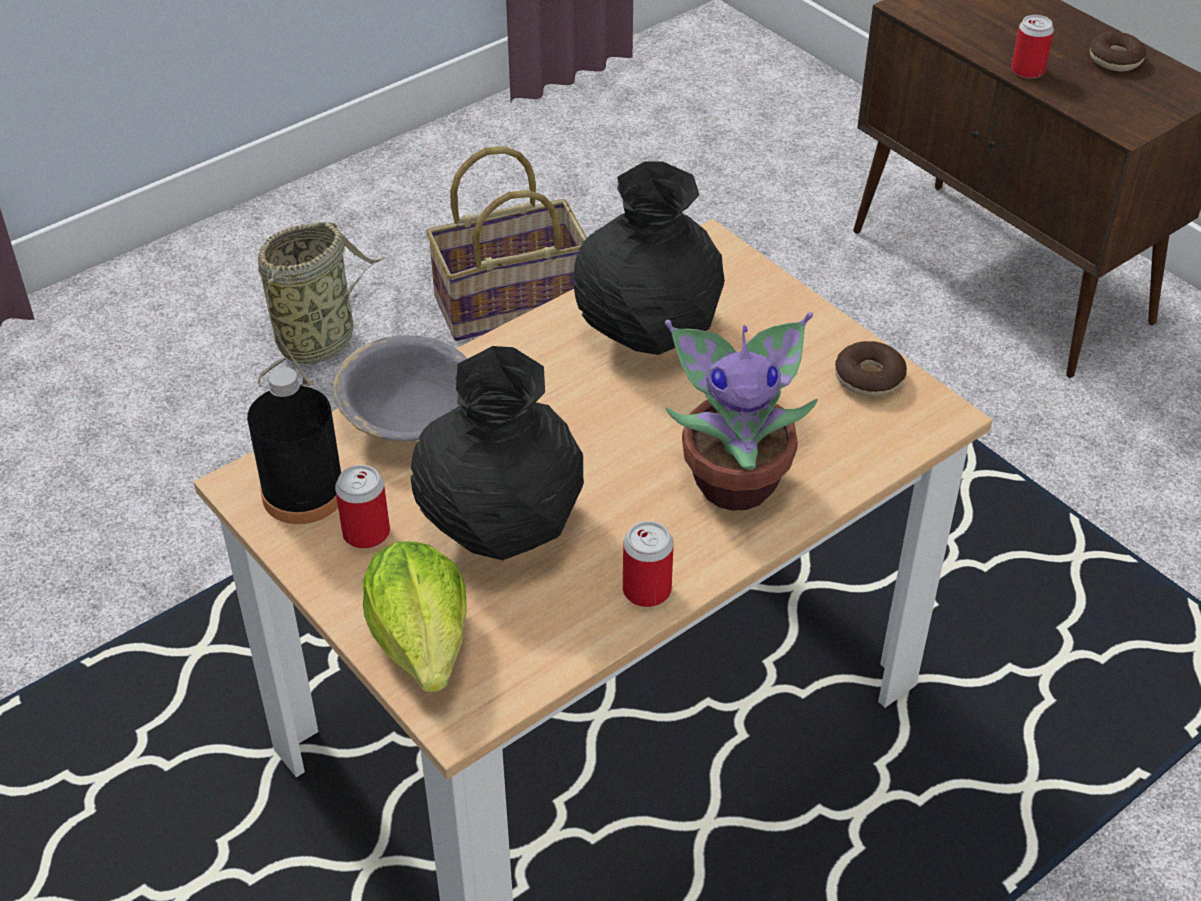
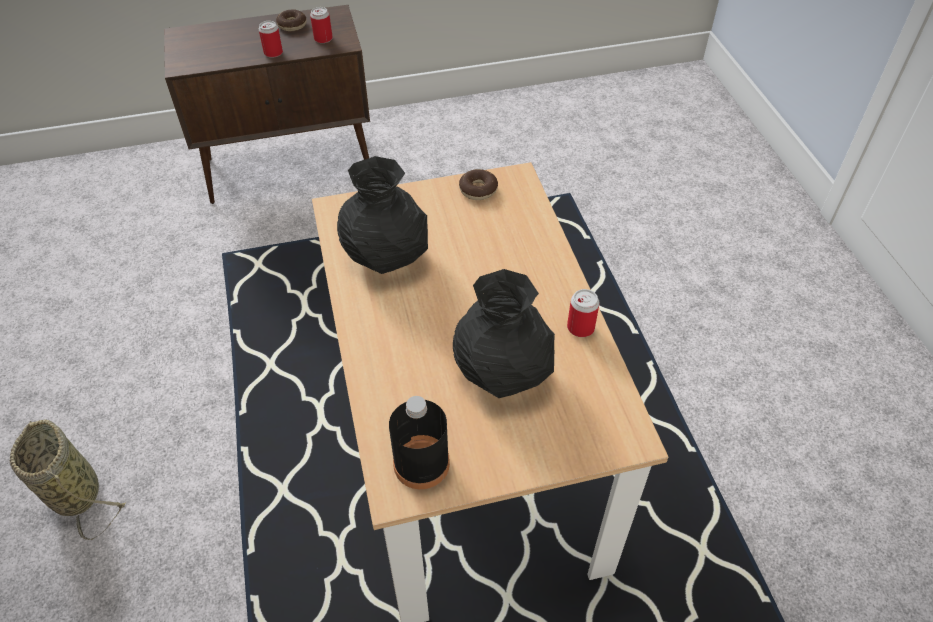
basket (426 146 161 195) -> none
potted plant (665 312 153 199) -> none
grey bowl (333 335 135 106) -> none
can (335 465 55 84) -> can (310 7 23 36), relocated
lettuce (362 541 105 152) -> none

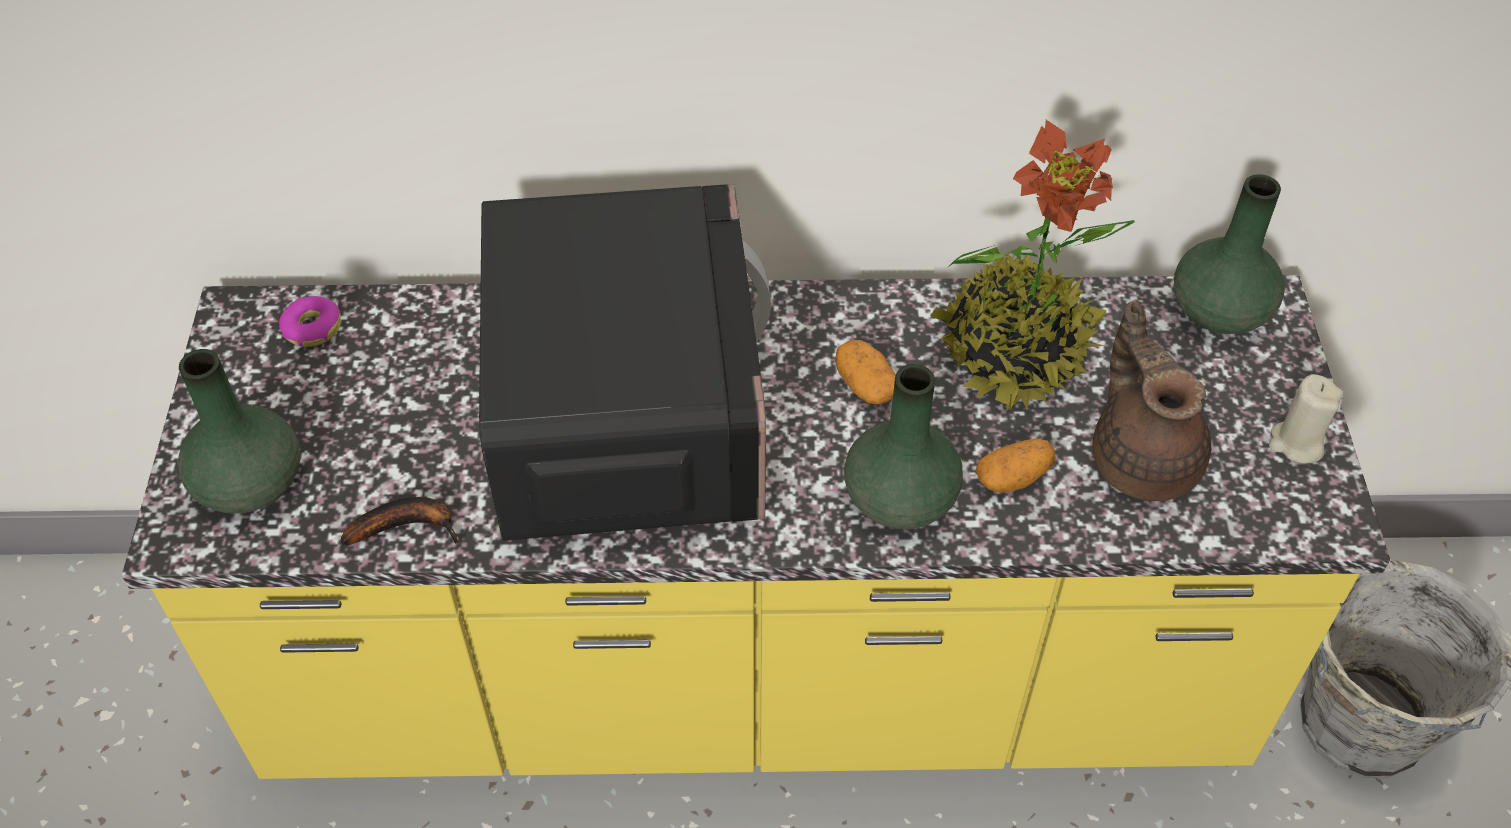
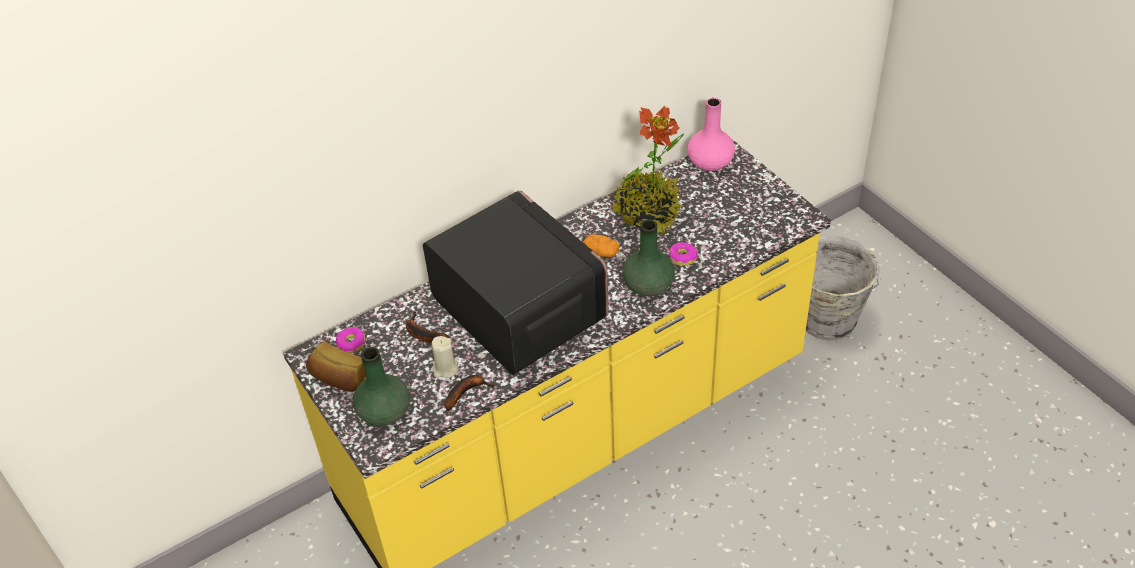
green vase (1174 174 111 160) -> pink vase (687 98 48 73)
brown teapot (1092 301 119 200) -> none
beige candle (1269 374 74 90) -> beige candle (432 336 27 42), relocated
potato (976 438 79 55) -> donut (669 242 29 24)
none -> banana (406 312 43 31)
none -> bread (306 342 60 50)

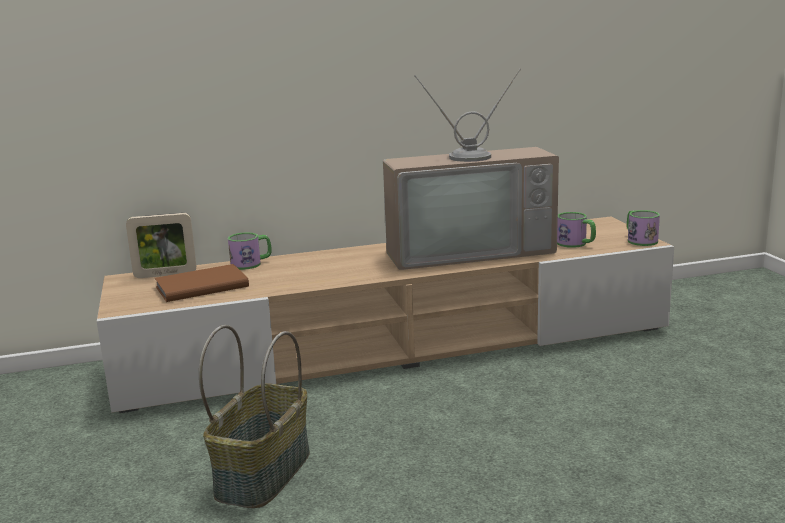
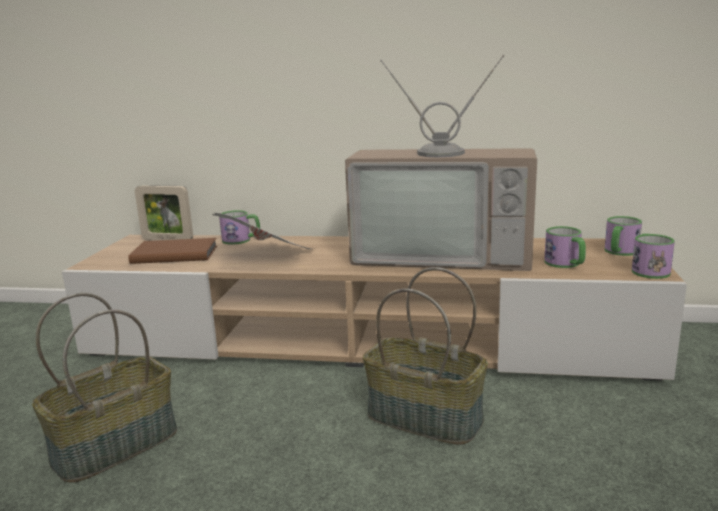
none -> newspaper (212 213 99 36)
none -> mug (605 216 37 40)
none -> basket (363 267 125 178)

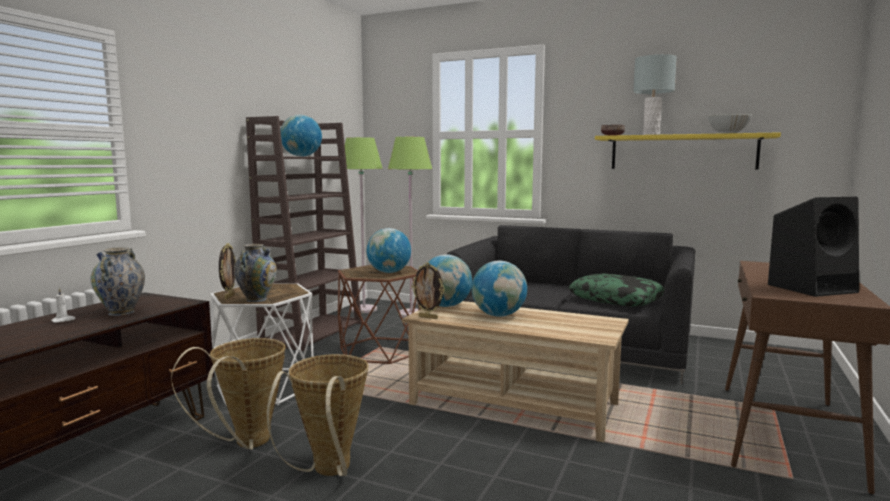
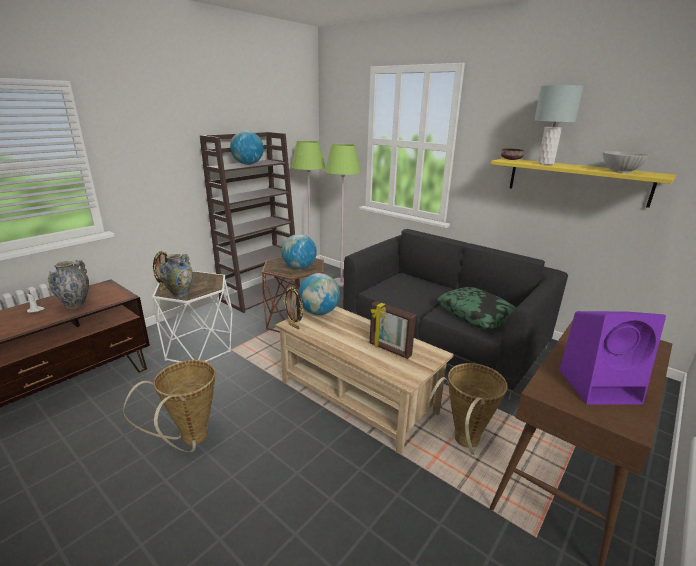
black speaker (768 197 91 100) -> purple speaker (559 311 107 94)
globe (472 261 55 56) -> none
basket (171 338 114 111) -> basket (426 363 82 92), relocated
none -> picture frame (370 301 46 58)

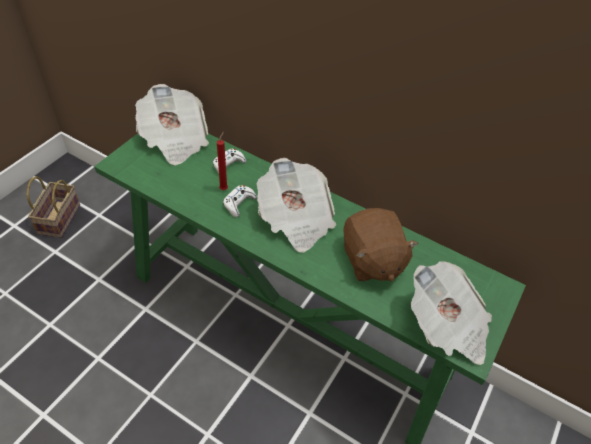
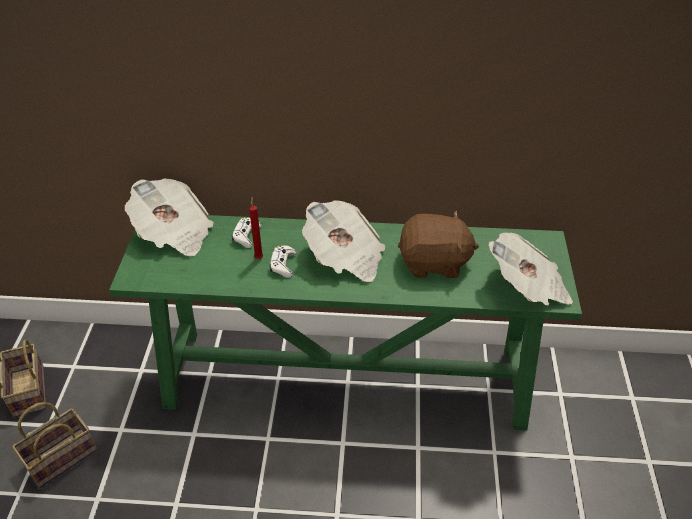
brown plush toy (343 208 75 74) -> brown plush toy (398 210 81 68), 45 degrees counterclockwise
none -> basket (12 402 85 86)

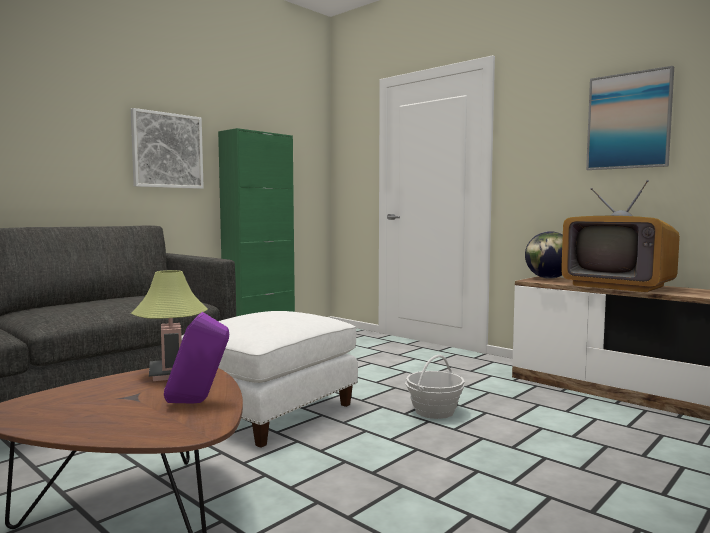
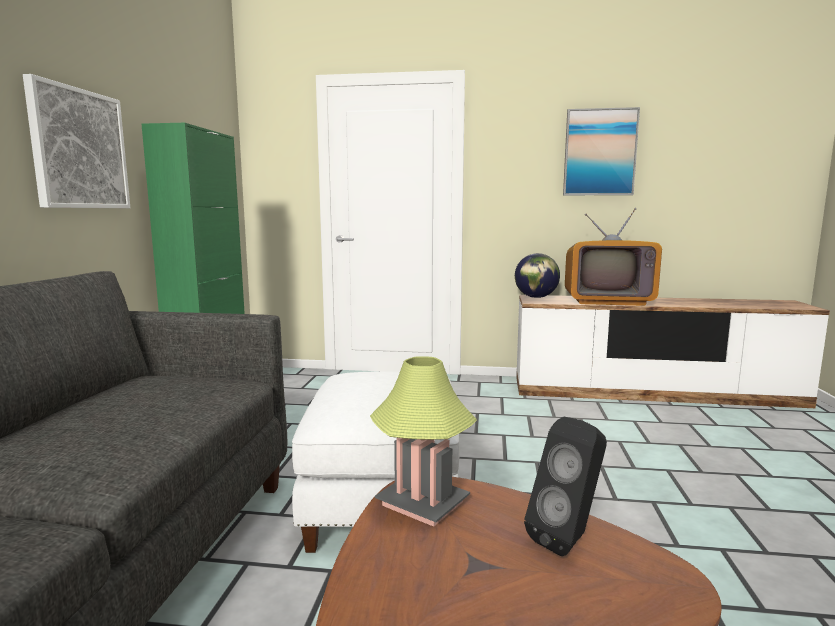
purple speaker (164 312 65 92) -> black speaker (524 417 83 139)
basket (405 355 60 64) -> none

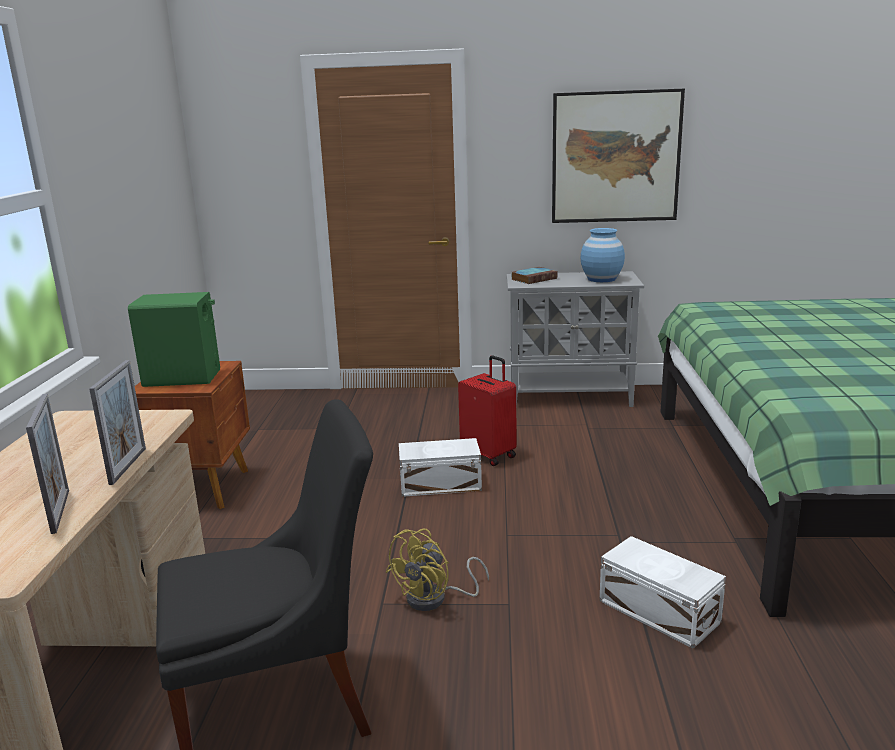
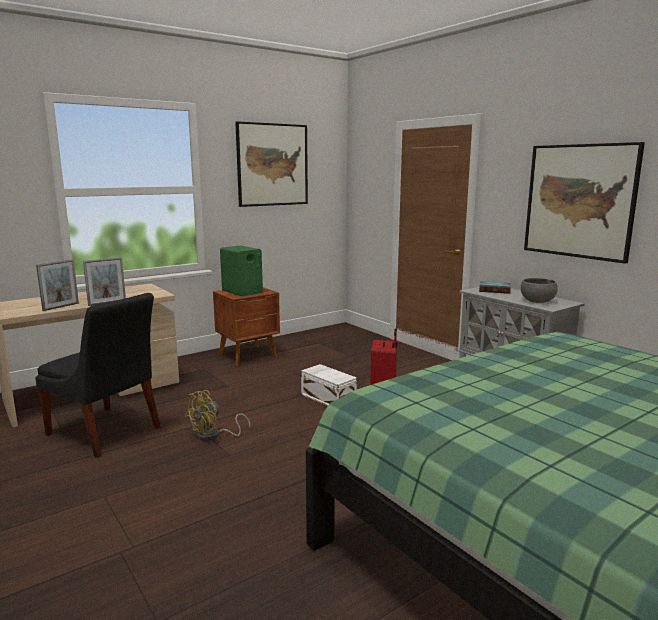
blue vase (581 228 44 54) -> grey bowl (521 278 37 25)
yellow fan (386 529 103 82) -> yellow fan (185 390 66 51), 45 degrees counterclockwise
white storage box (599 536 127 113) -> none
none -> picture (235 121 73 86)

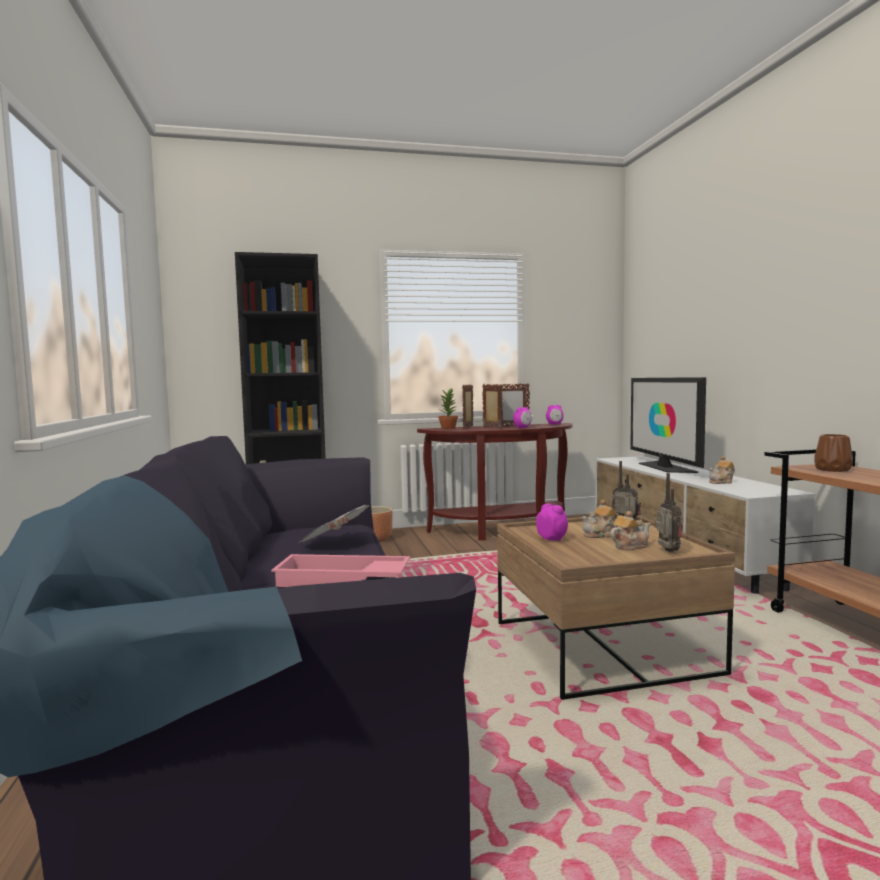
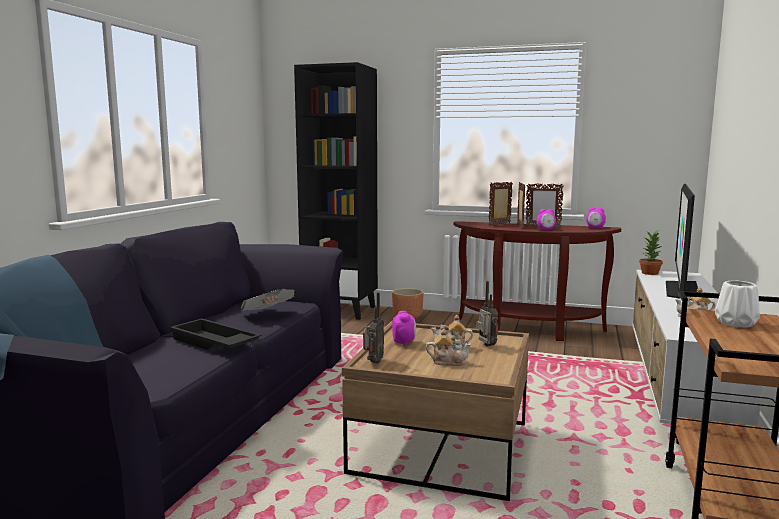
potted plant (438 387 20 42) -> potted plant (639 229 24 46), relocated
brown vase (814 434 39 38) -> white vase (715 280 45 48)
radio (655 473 28 79) -> radio (363 292 21 71), relocated
pink tray (271 554 139 33) -> black tray (170 319 92 31)

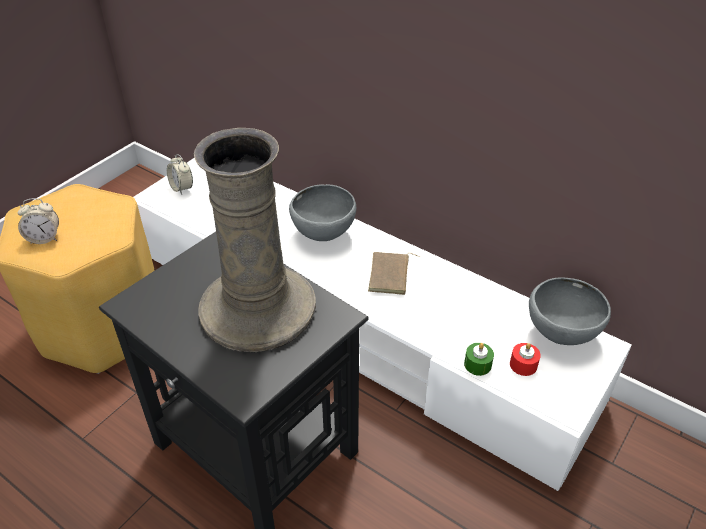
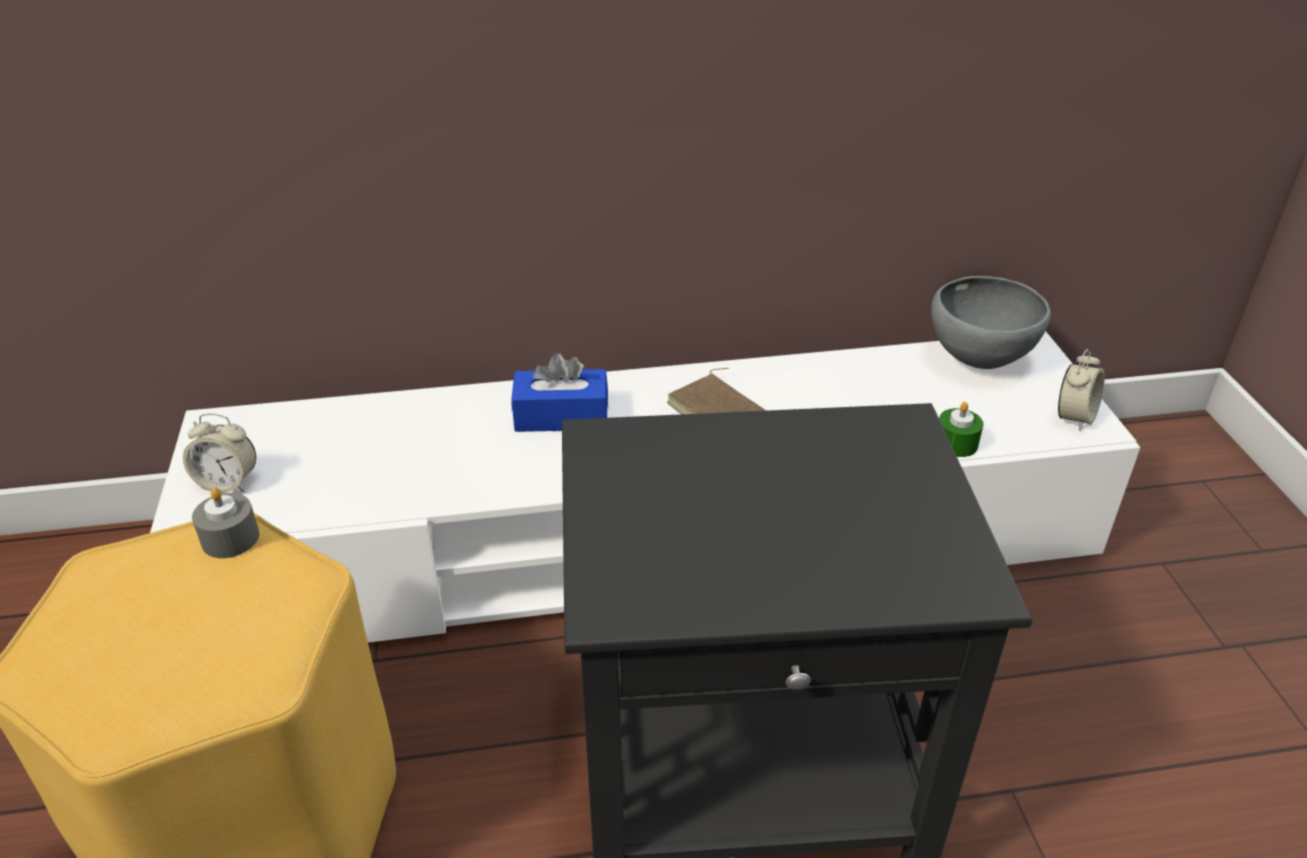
beige vase (194 128 122 224) -> none
grey bowl (289 184 67 57) -> blue tissue box (511 353 97 79)
alarm clock (18 198 41 46) -> alarm clock (1058 349 47 82), relocated
red candle (510 343 31 33) -> none
none -> grey candle (192 487 68 71)

